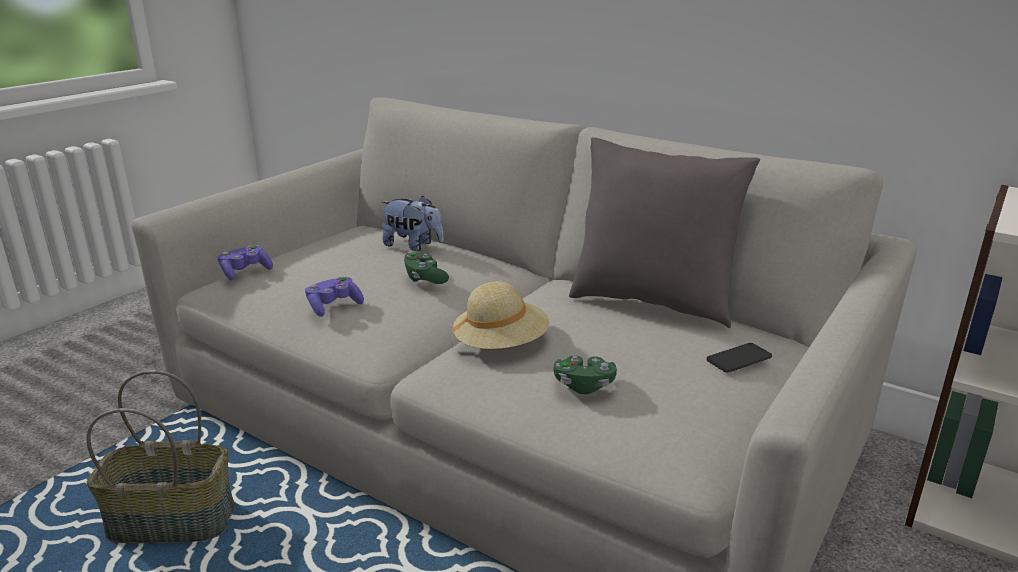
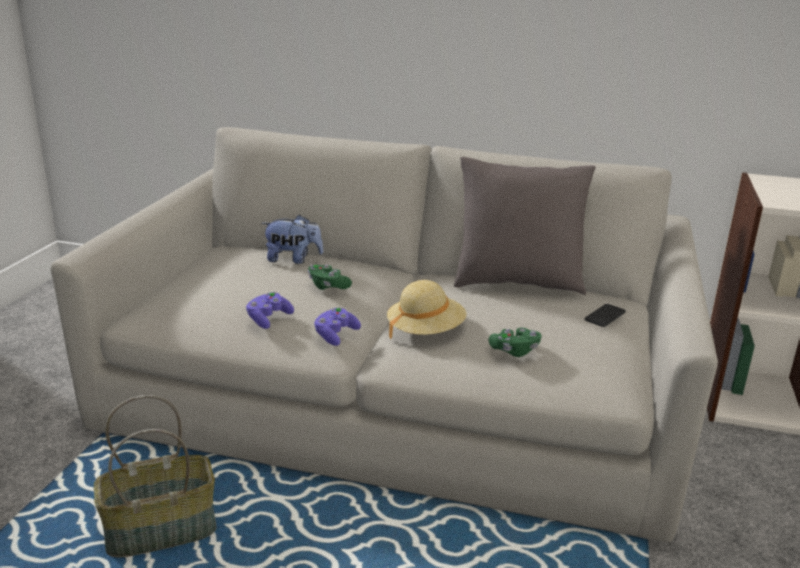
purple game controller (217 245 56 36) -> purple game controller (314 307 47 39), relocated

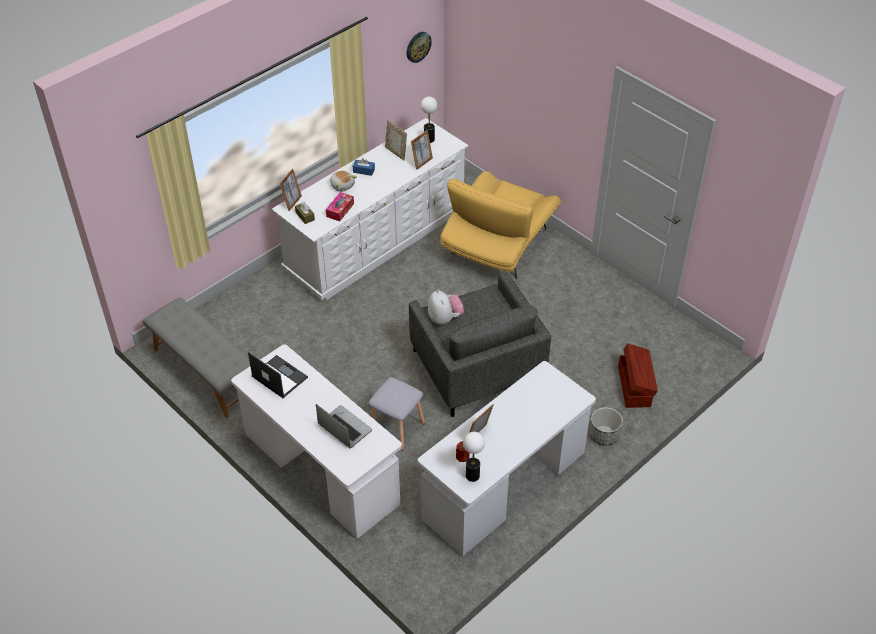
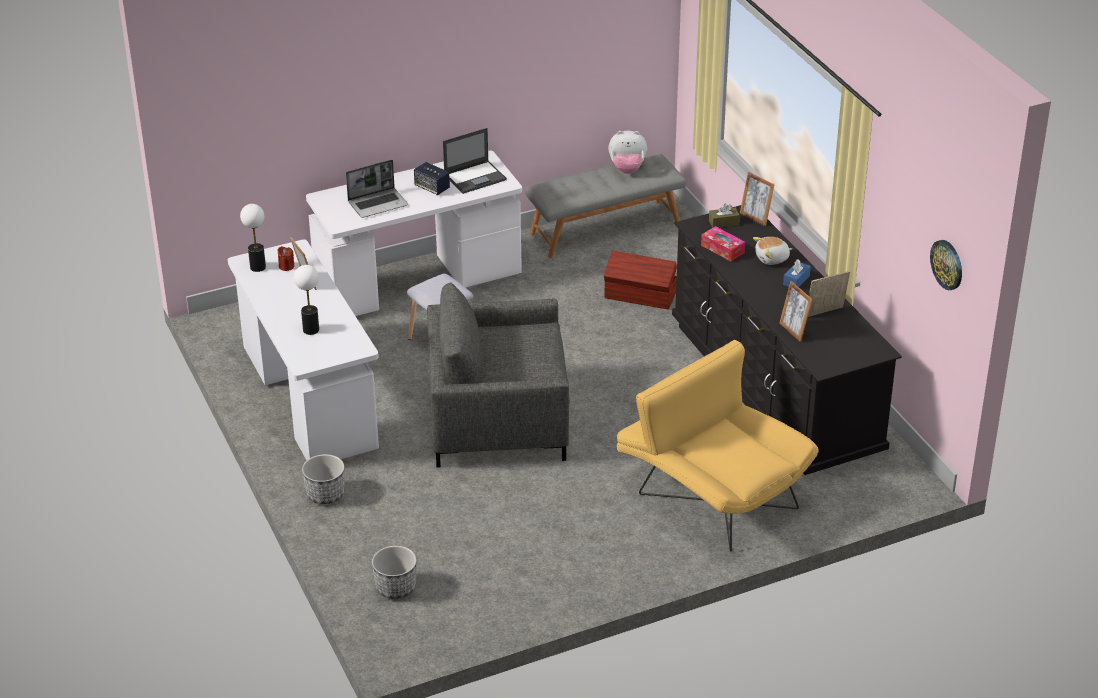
table lamp (421 97 16 46) -> table lamp (294 265 25 70), relocated
white dresser (272 118 197 182) -> black dresser (672 205 230 270)
plush toy (428 290 36 35) -> plush toy (608 131 39 43), relocated
brown storage box (618 344 40 64) -> brown storage box (604 251 73 58), relocated
none -> speaker (414 162 36 33)
none -> planter (372 546 45 53)

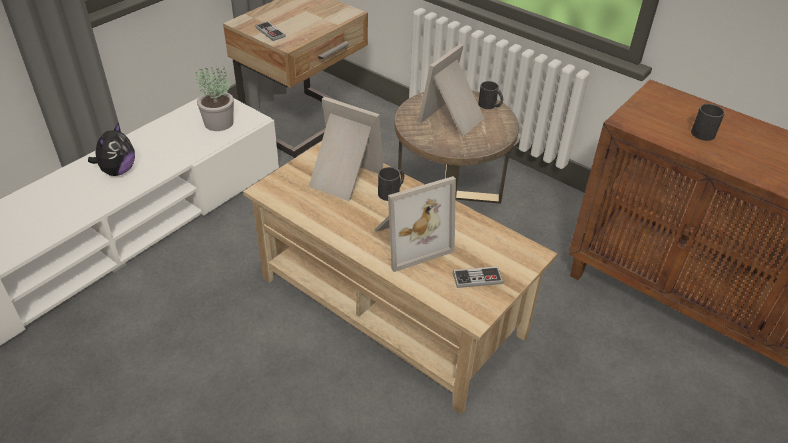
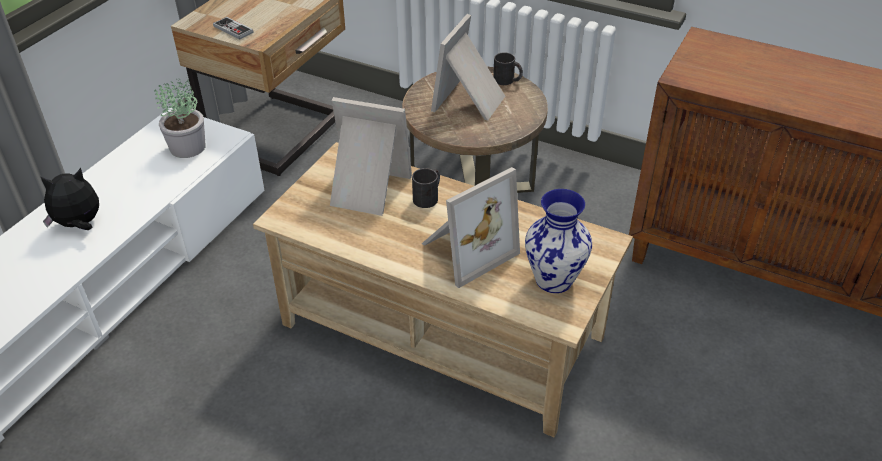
black mug (691 104 34 37) -> none
plush toy (88 122 47 54) -> plush toy (41 168 58 62), 120 degrees counterclockwise
game controller (453 266 50 22) -> vase (525 189 67 104)

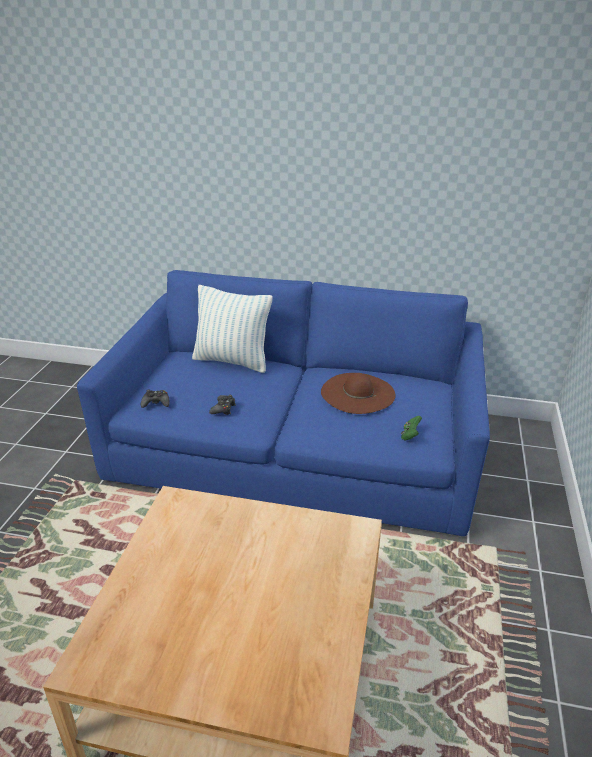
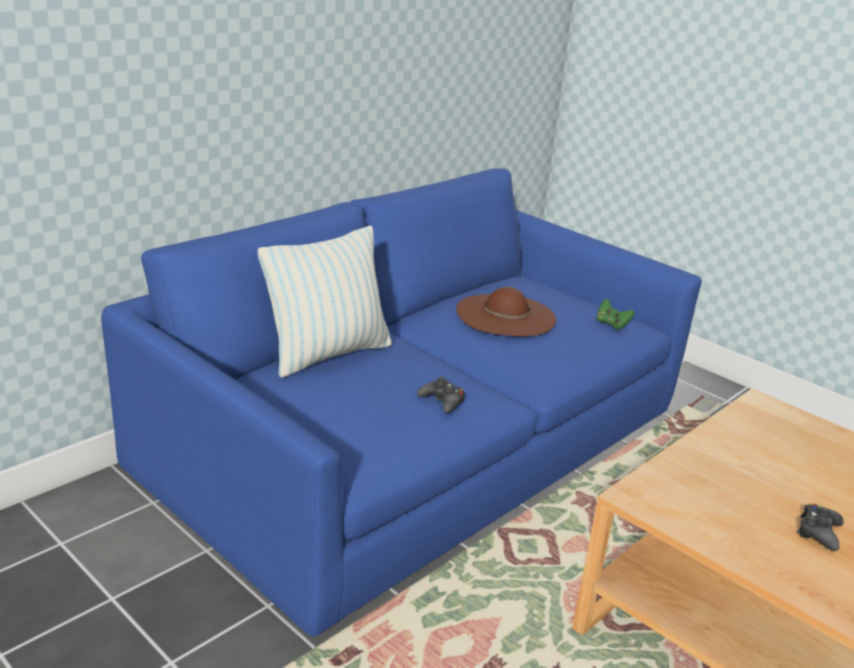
black game controller (141 390 29 18) -> black game controller (796 504 48 47), relocated

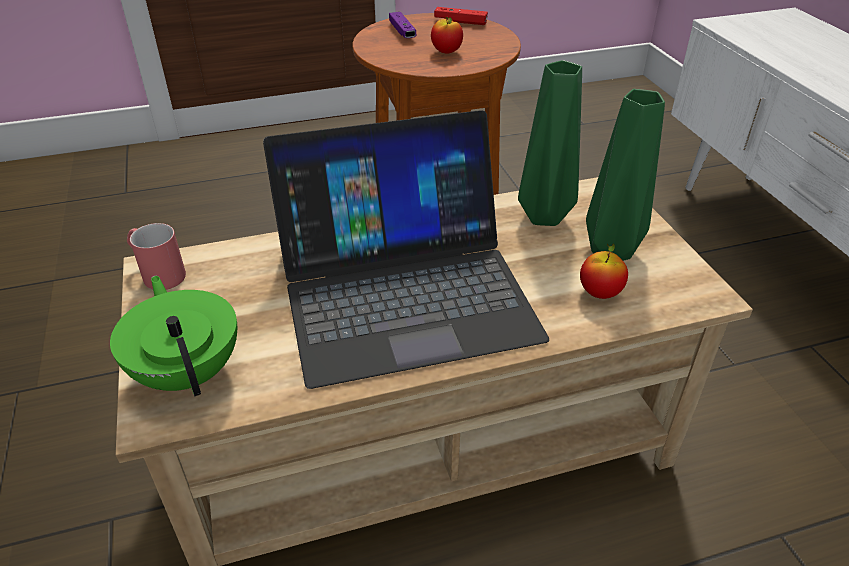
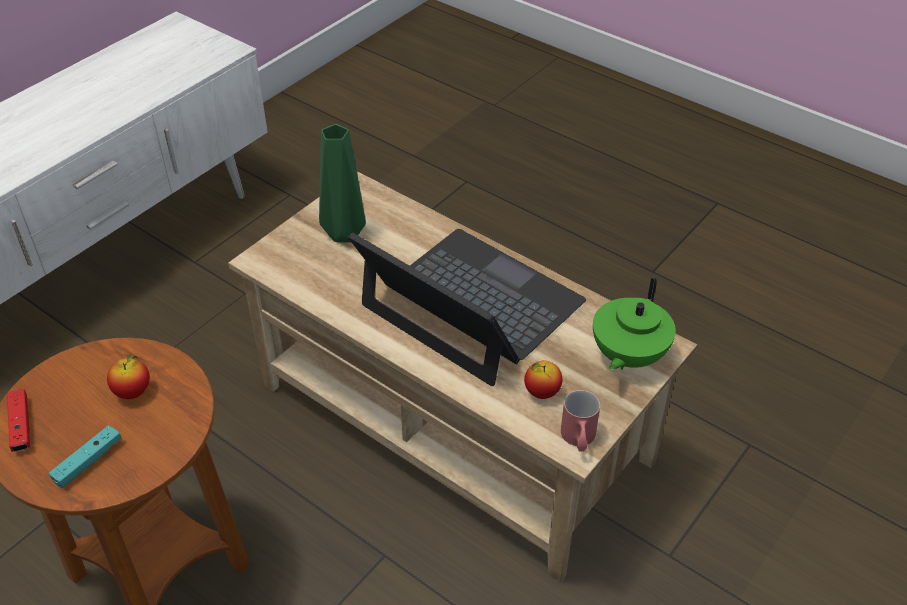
purple game controller (389 12 27 26) -> turquoise game controller (49 425 73 63)
green vase (518 60 64 166) -> none
apple (580 243 48 56) -> apple (524 361 38 38), relocated

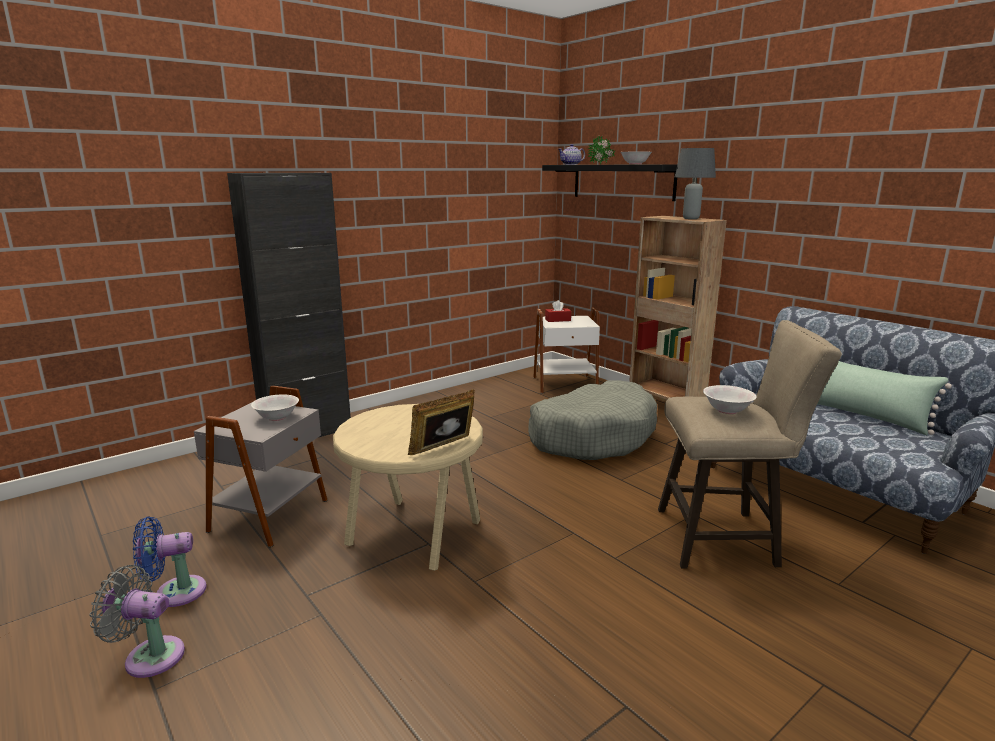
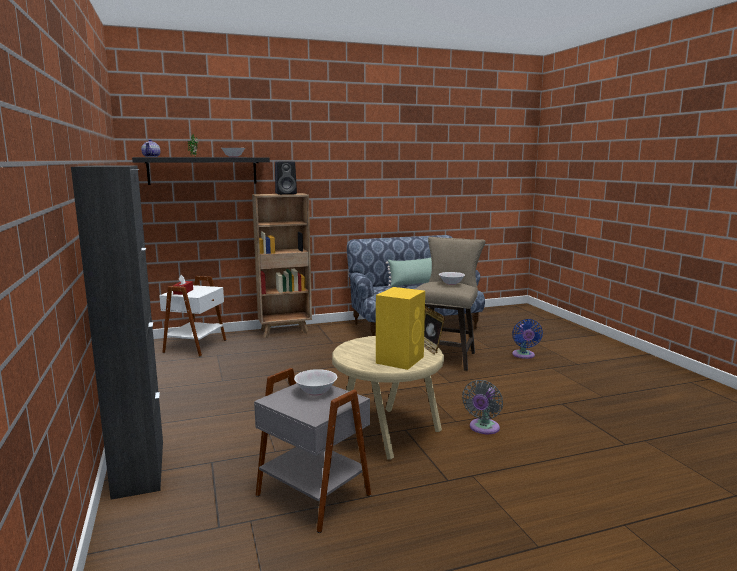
grey table lamp (675 148 41 71) -> black speaker (275 161 22 34)
grey dog bed (528 380 129 80) -> none
blue fan (133 517 74 90) -> blue fan (512 319 31 40), relocated
grey fan (89 565 96 113) -> grey fan (462 380 41 54), relocated
none -> yellow speaker (376 287 49 83)

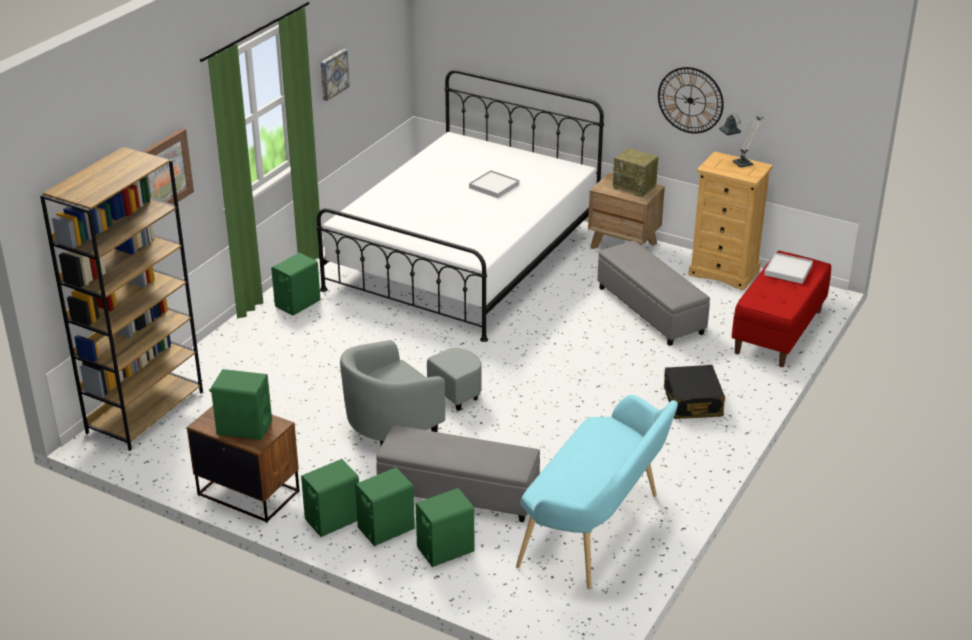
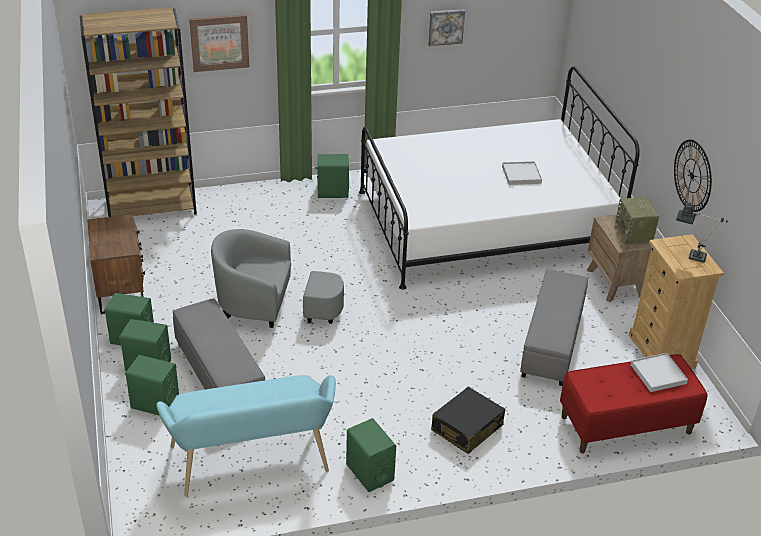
green speaker (209 369 63 71) -> green speaker (346 418 50 74), relocated

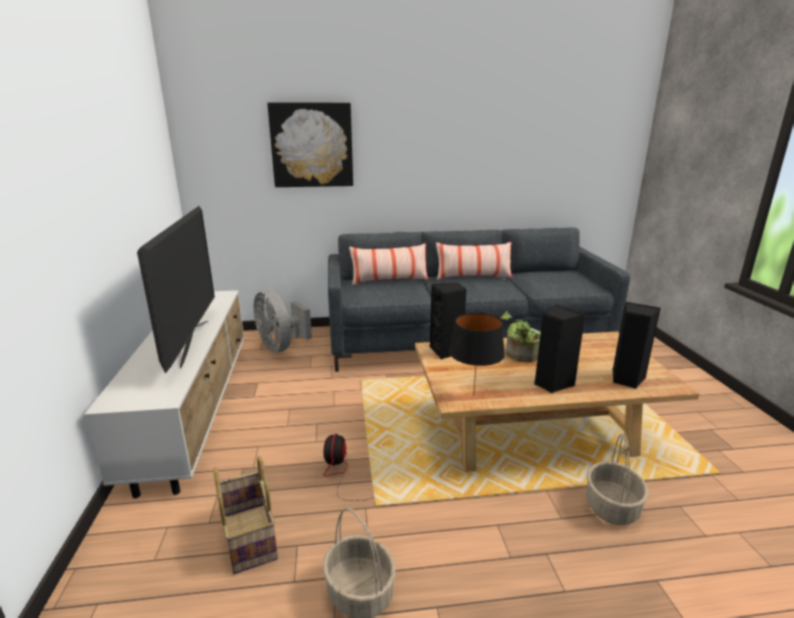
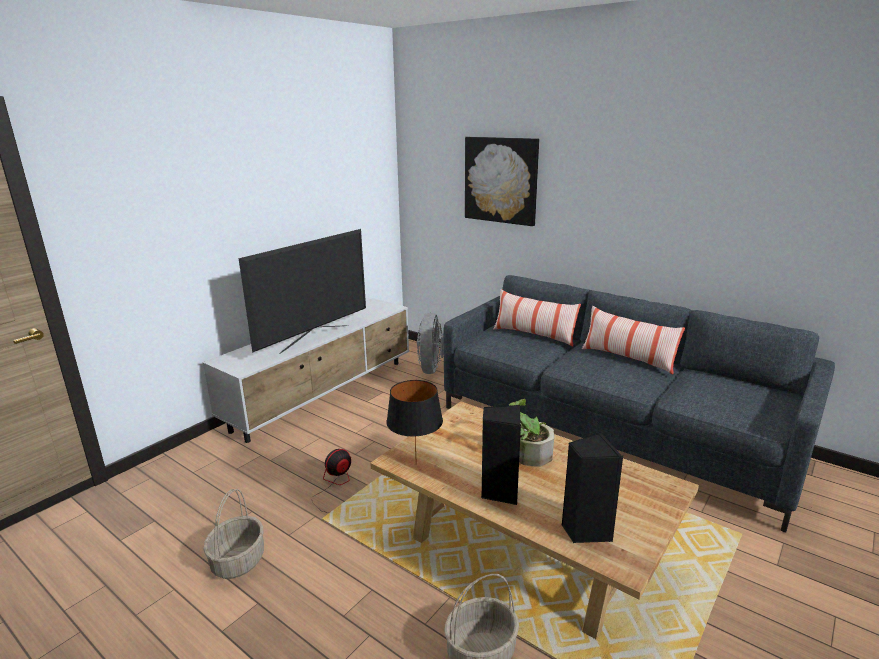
black speaker (430 283 37 76) -> none
basket (213 456 65 118) -> none

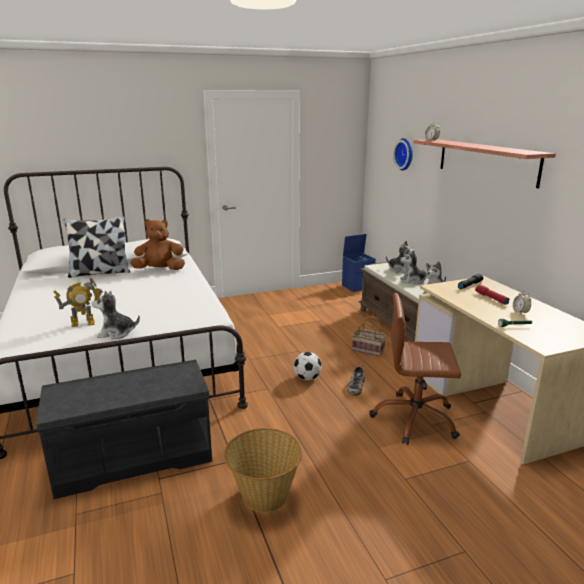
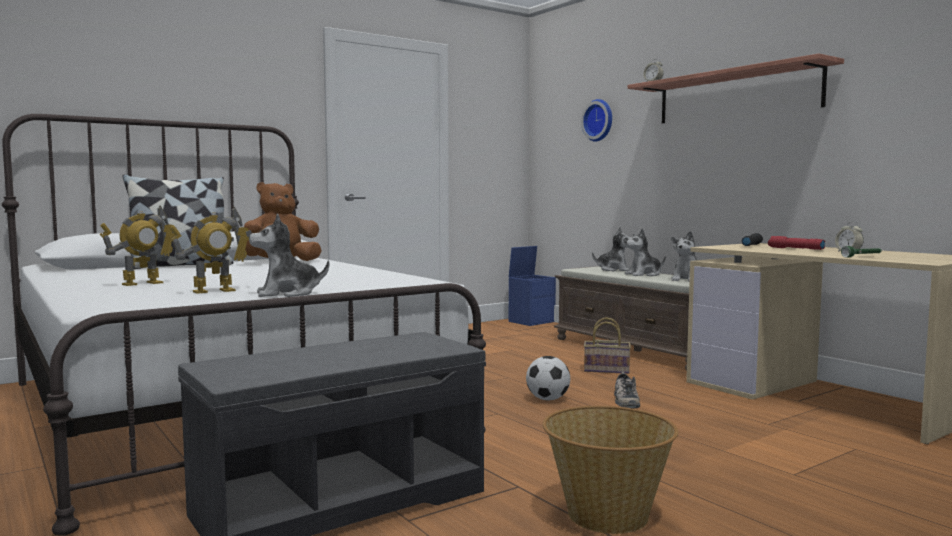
brown office chair (370 293 91 152) -> none
none -> toy robot (100 206 75 80)

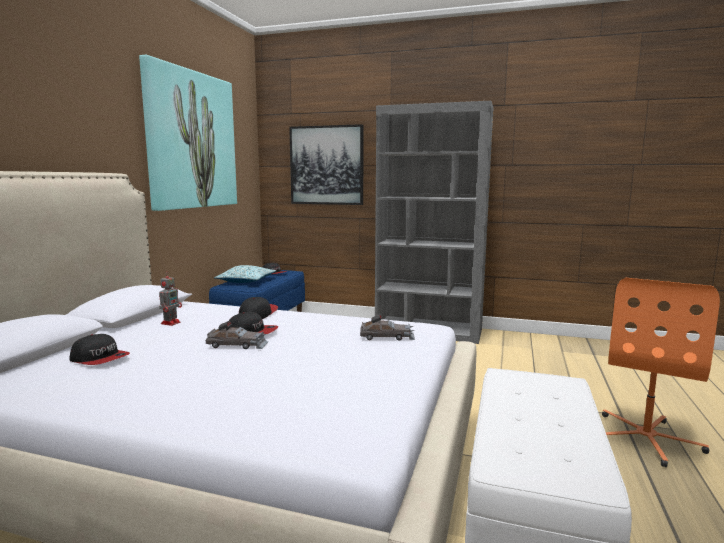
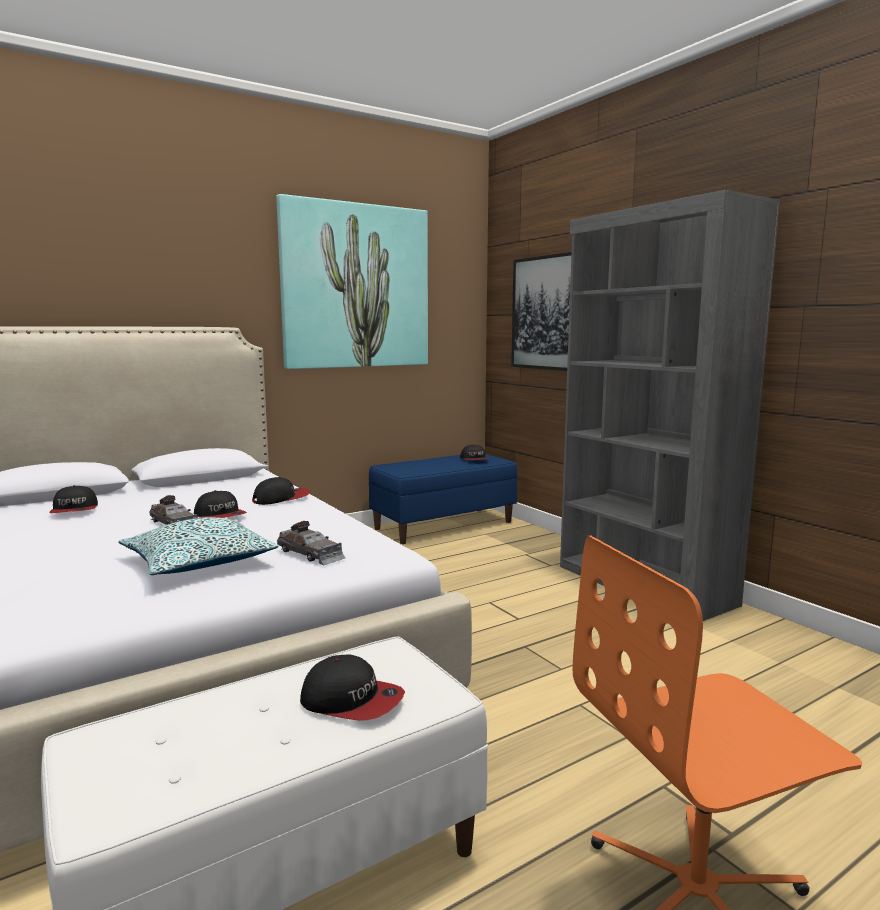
pillow (214 265 62 18) -> pillow (118 517 161 58), relocated
toy robot (159 272 23 54) -> none
none -> cap (300 654 105 66)

